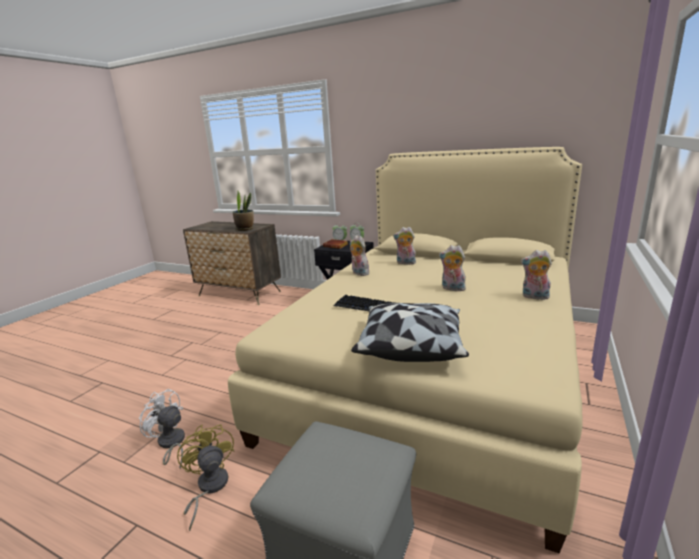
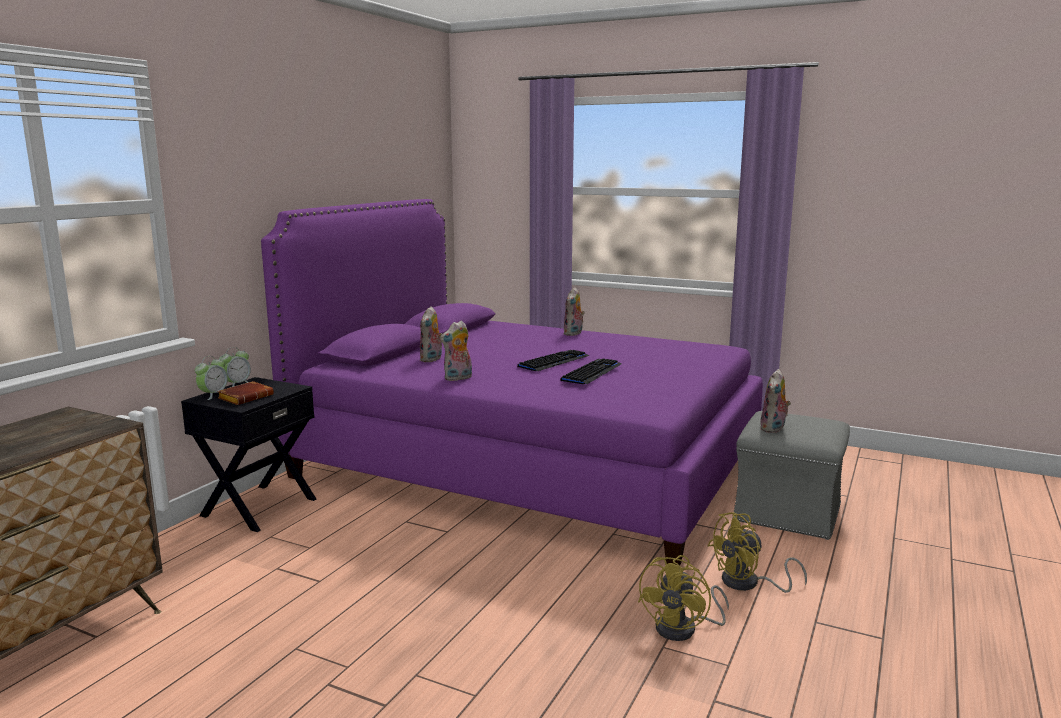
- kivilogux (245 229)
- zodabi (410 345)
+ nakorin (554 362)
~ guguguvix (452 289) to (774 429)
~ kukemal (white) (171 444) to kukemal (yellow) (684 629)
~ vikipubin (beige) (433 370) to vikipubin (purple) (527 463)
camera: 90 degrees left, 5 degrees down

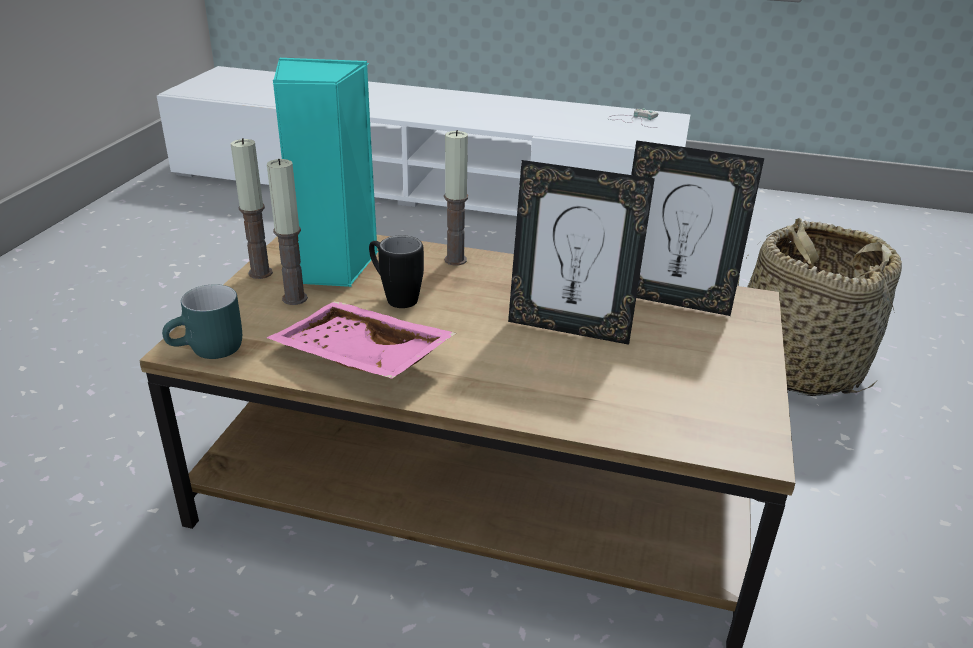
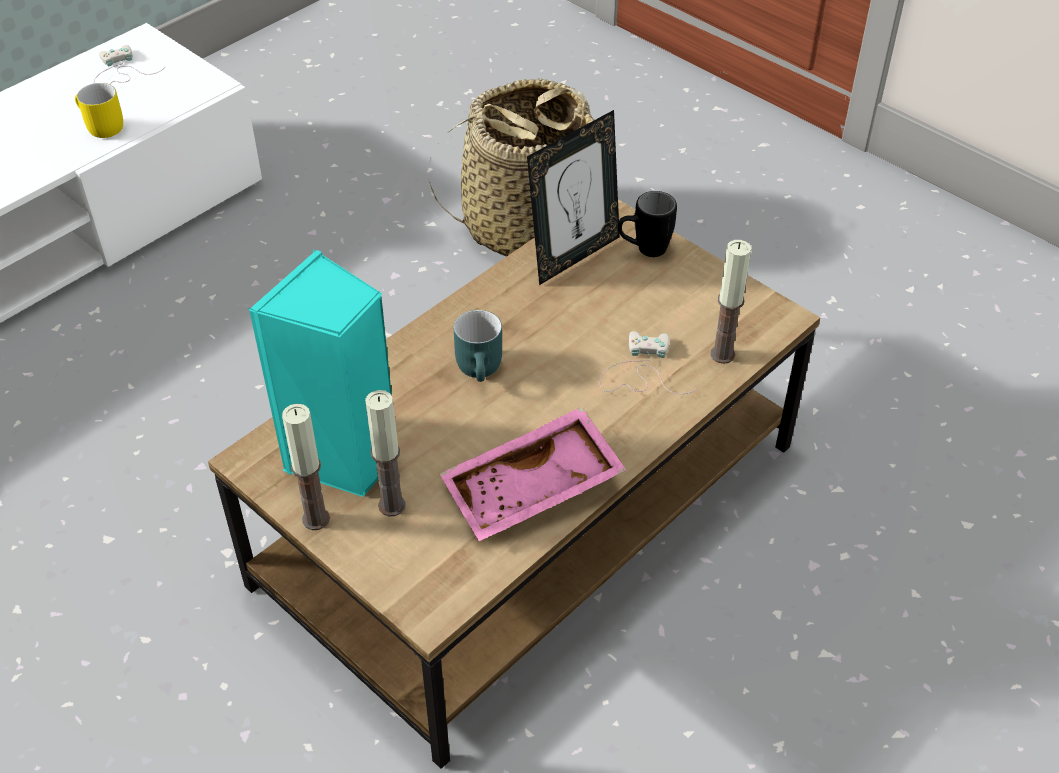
- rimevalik (569 327)
+ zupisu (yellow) (99 128)
+ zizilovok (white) (640 371)
~ zupisu (turquoise) (210 351) to (482 369)
~ zupisu (black) (394 297) to (643 250)
~ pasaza (455 260) to (722 354)
camera: 60 degrees left, 15 degrees up

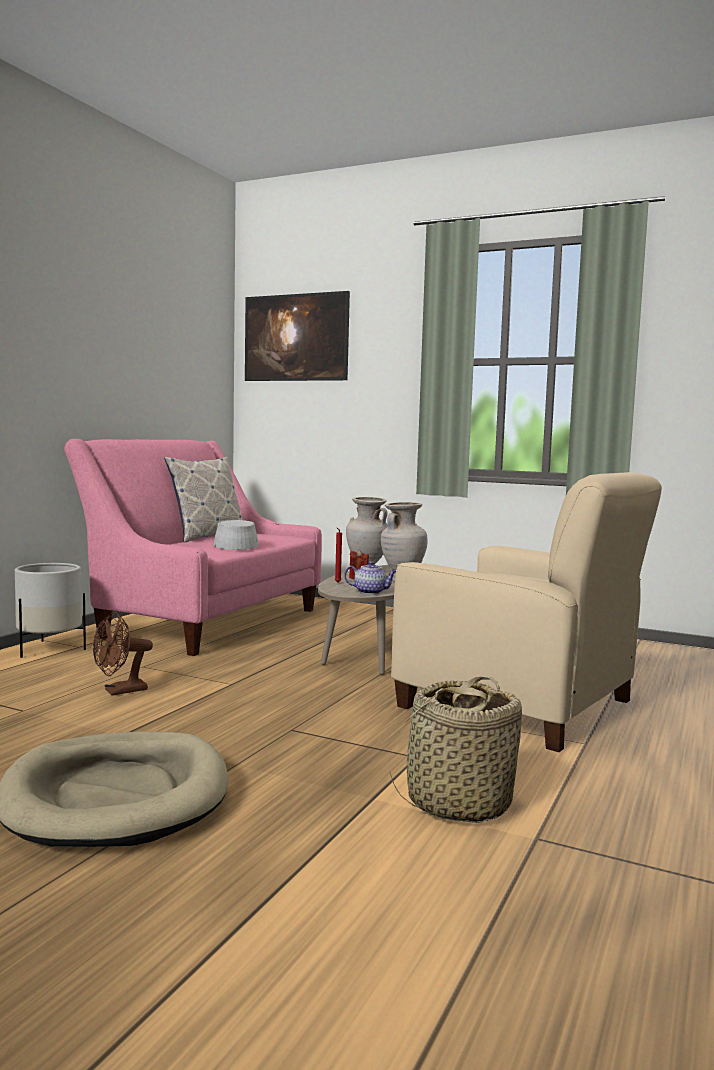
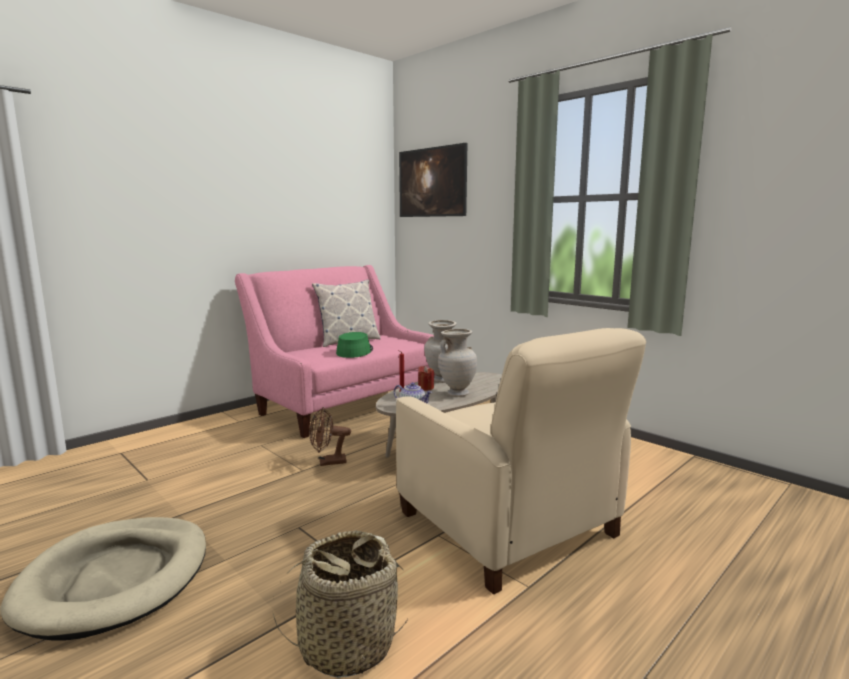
- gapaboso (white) (49 649)
~ kukemal (brown) (119 691) to (328 462)
~ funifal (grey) (235 545) to funifal (green) (354 351)
camera: 20 degrees right, 5 degrees up

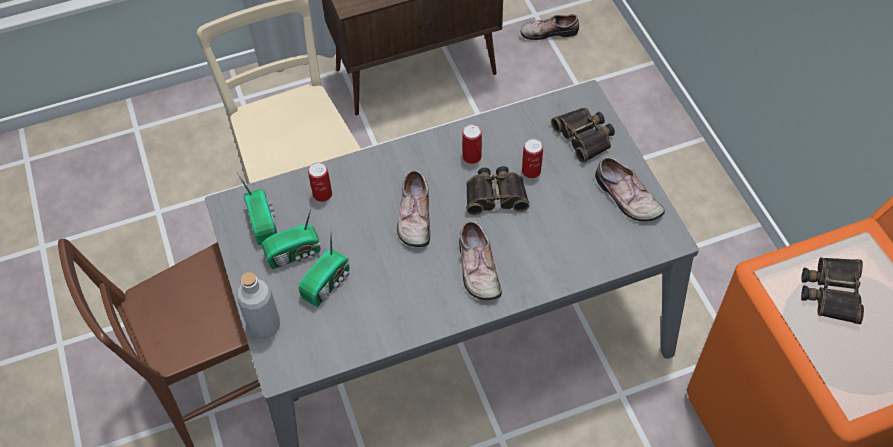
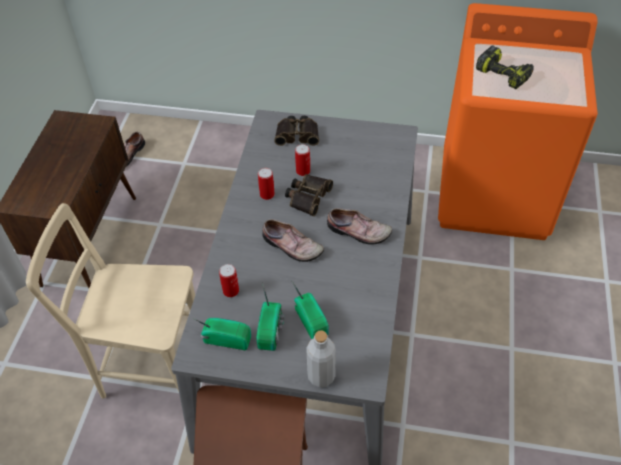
- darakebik (626 198)
~ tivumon (830 291) to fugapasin (504 74)
camera: 60 degrees left, 5 degrees down

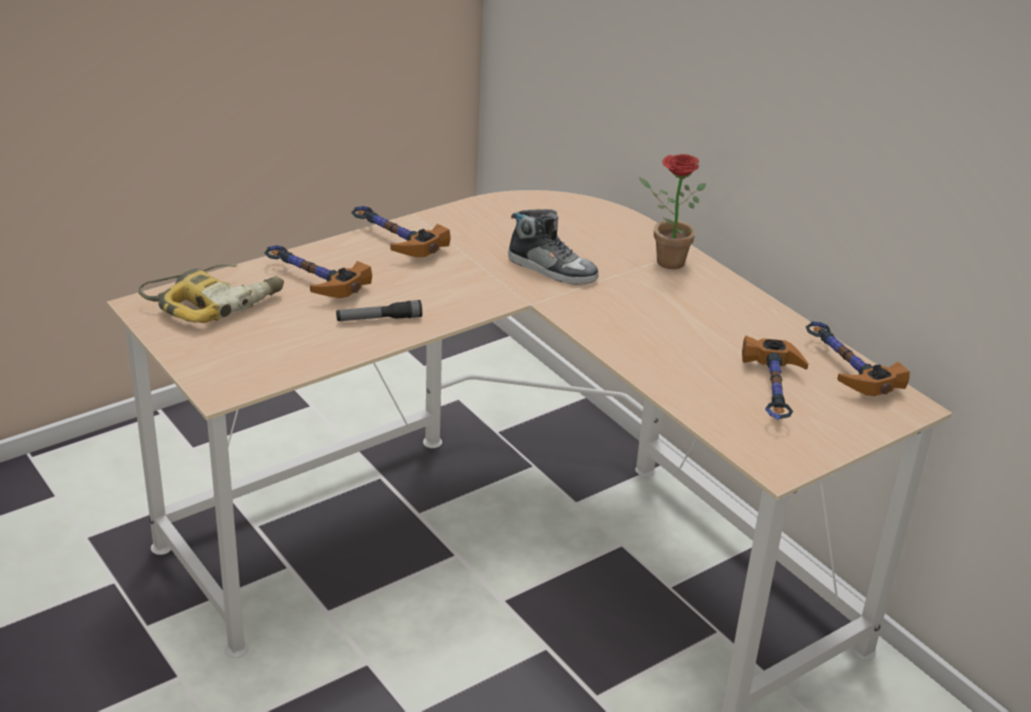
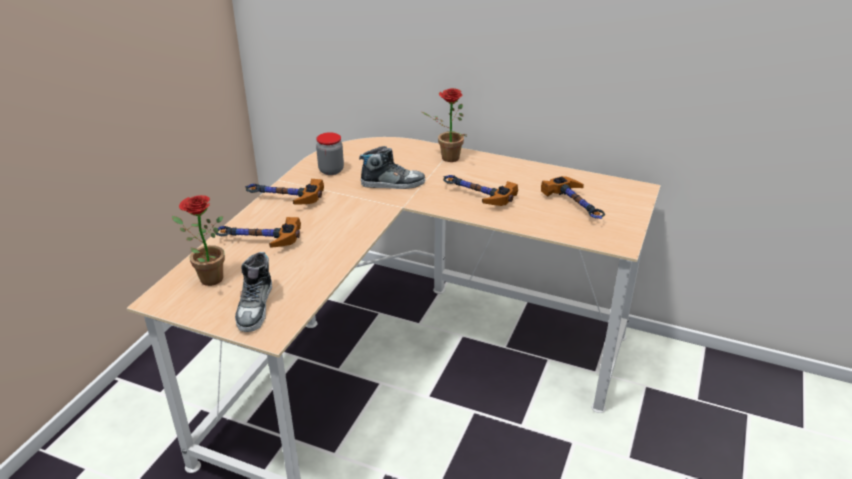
- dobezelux (379 319)
+ darakebik (256 307)
+ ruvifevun (331 170)
~ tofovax (842 368) to (475 196)
~ fugapasin (215 301) to kivilogux (206 278)
camera: 30 degrees left, 0 degrees up

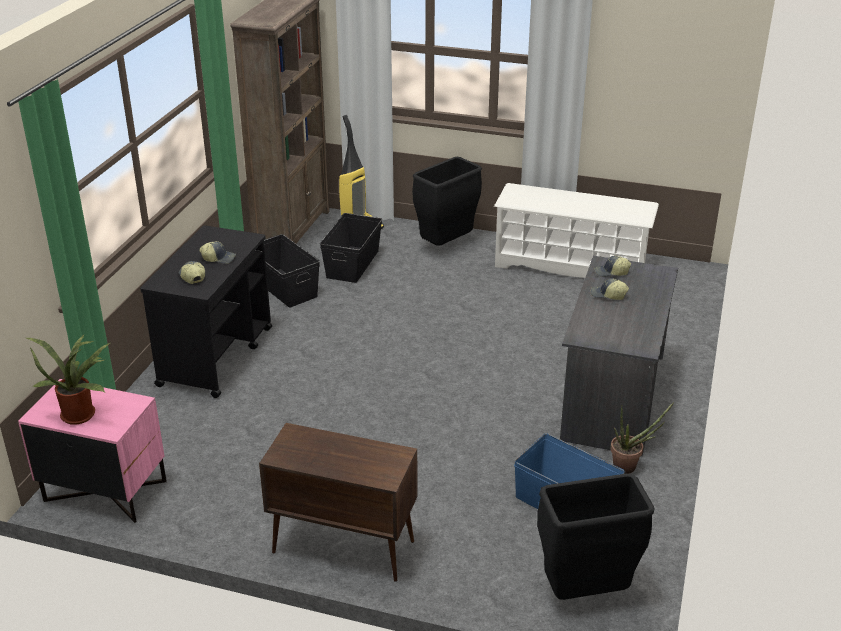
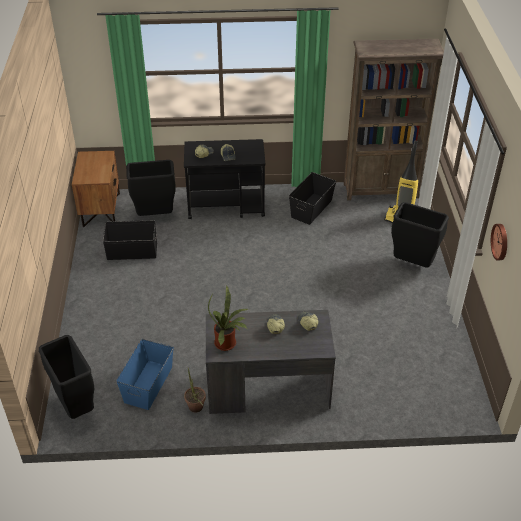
- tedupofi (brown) (342 547)
- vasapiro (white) (571 265)
+ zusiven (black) (155 215)
+ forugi (501 241)
~ kivilogux (81 413) to (227 344)
~ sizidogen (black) (353 263) to (132 251)
~ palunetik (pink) (104 492) to palunetik (brown) (101 209)
camera: 70 degrees right, 10 degrees up

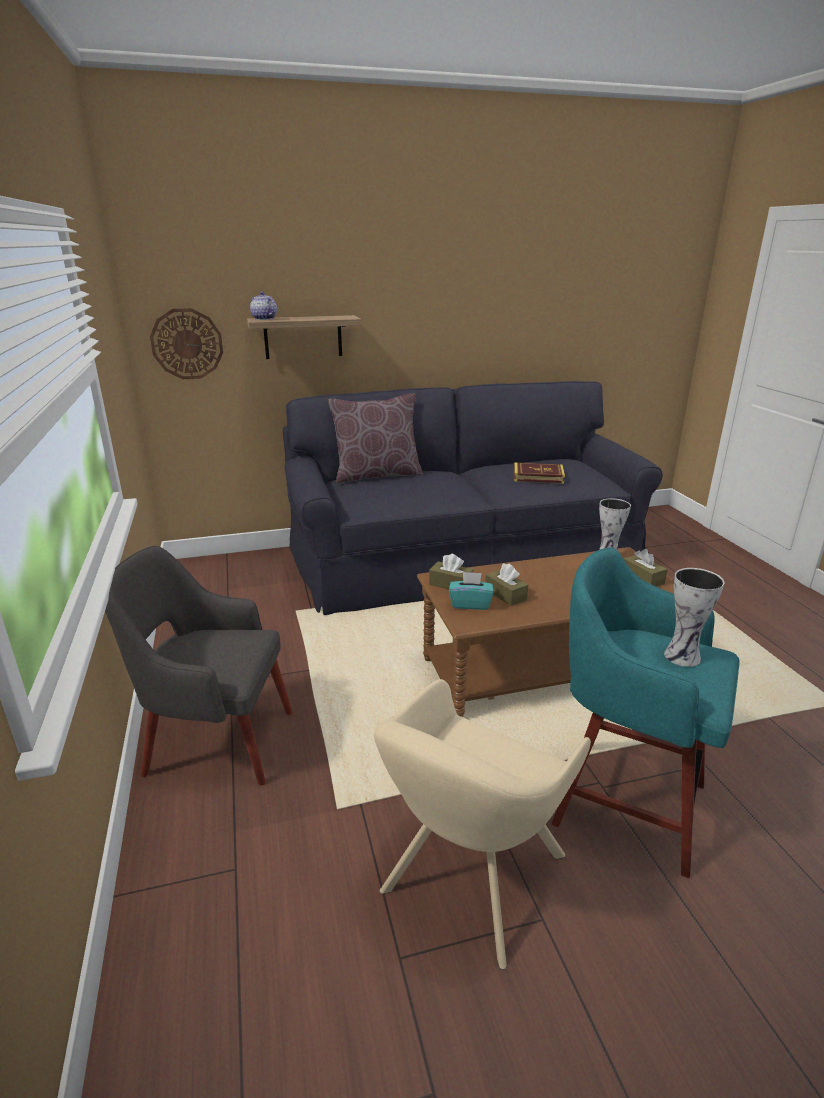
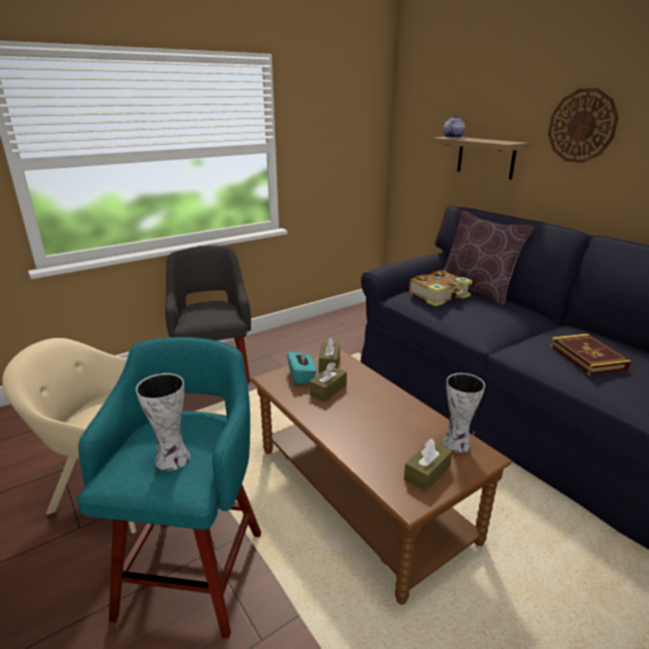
+ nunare (440 296)
~ forugi (187 344) to (582 126)
camera: 70 degrees right, 0 degrees up

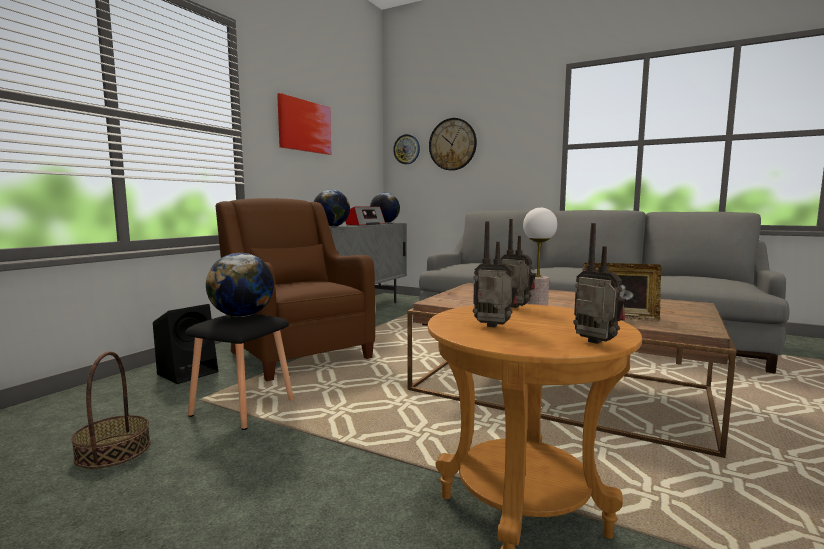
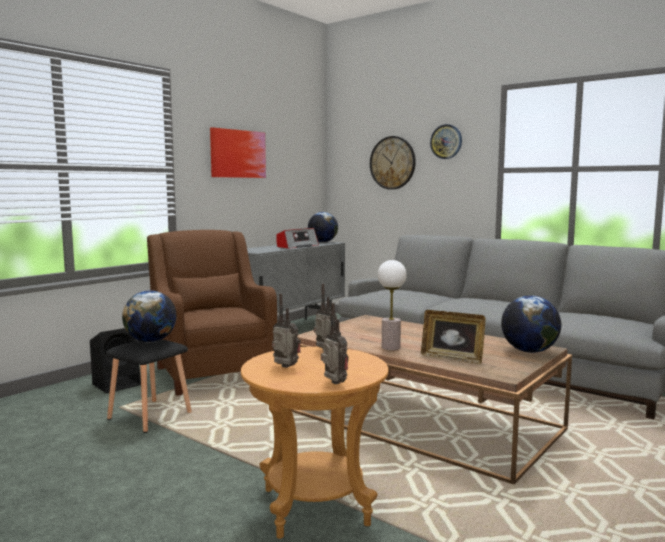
- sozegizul (113 450)
~ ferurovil (331 226) to (529 351)
~ forugi (407 149) to (446 141)
camera: 10 degrees right, 0 degrees up

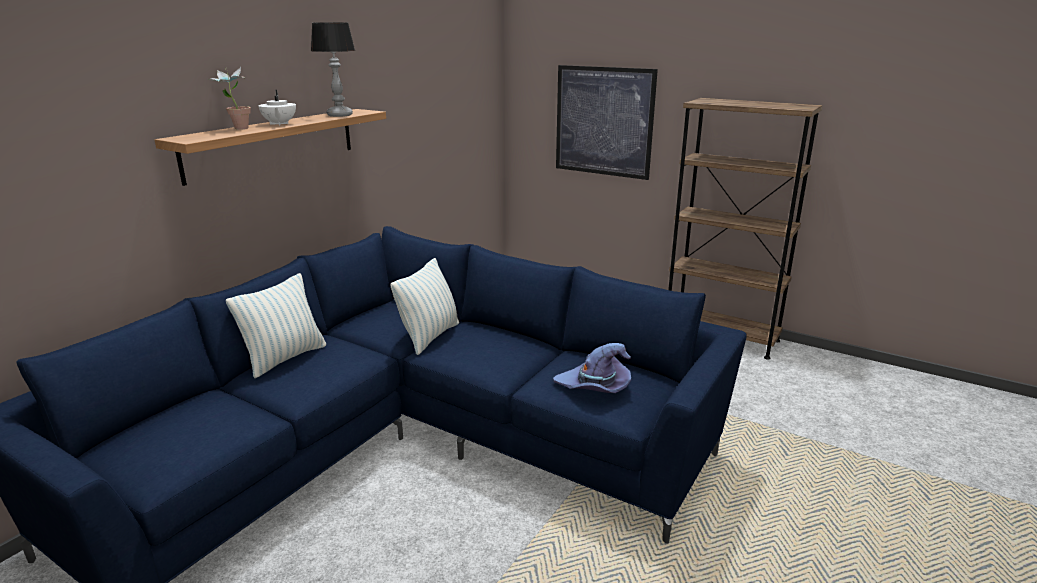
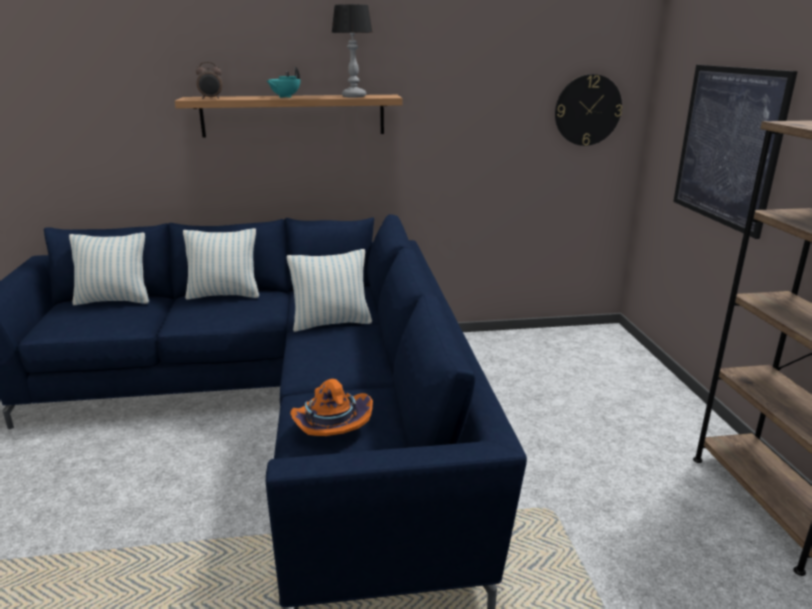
- kivilogux (237 129)
+ zodabi (114 300)
+ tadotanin (211 98)
+ forugi (587 110)
~ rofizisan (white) (279 124) to rofizisan (turquoise) (284 97)
~ funifal (purple) (594 387) to funifal (orange) (330 424)
camera: 50 degrees right, 0 degrees up

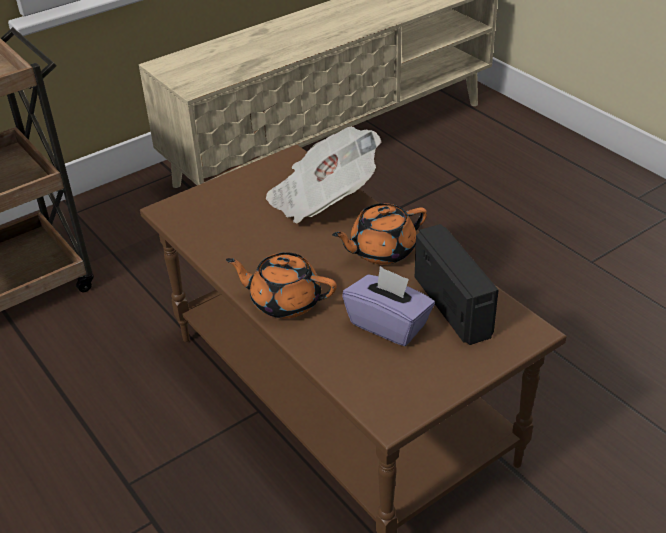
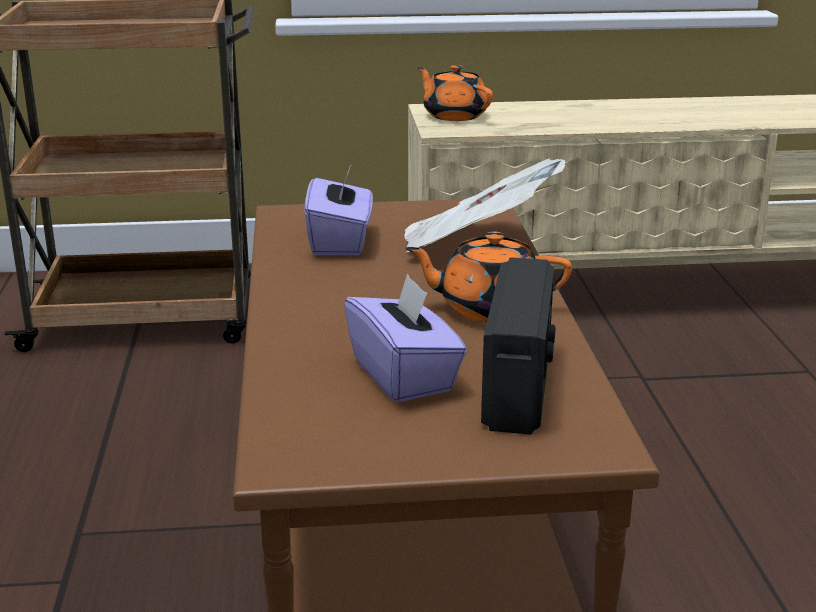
+ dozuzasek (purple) (340 242)
~ rofizisan (orange) (284 301) to (454 115)
camera: 30 degrees right, 15 degrees down

